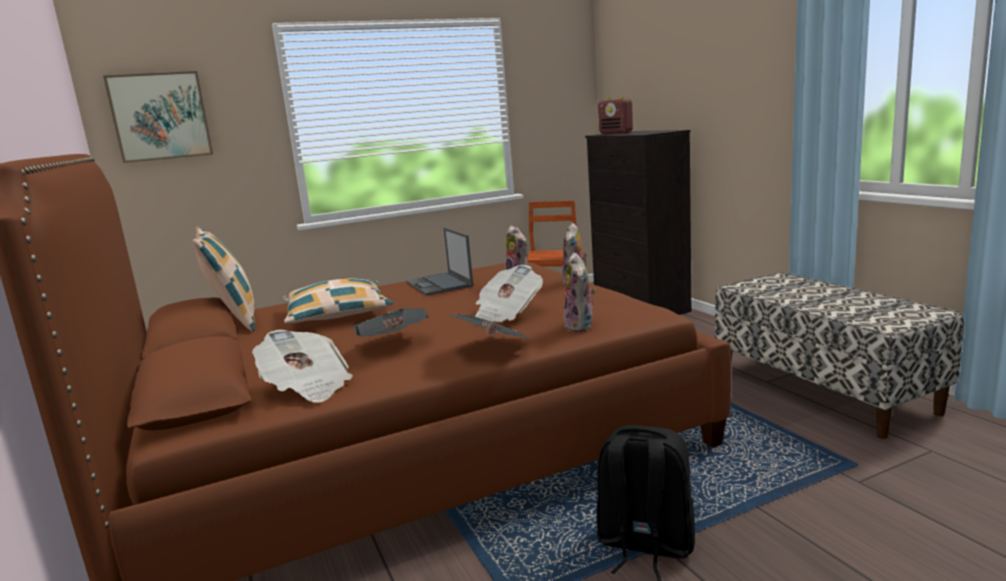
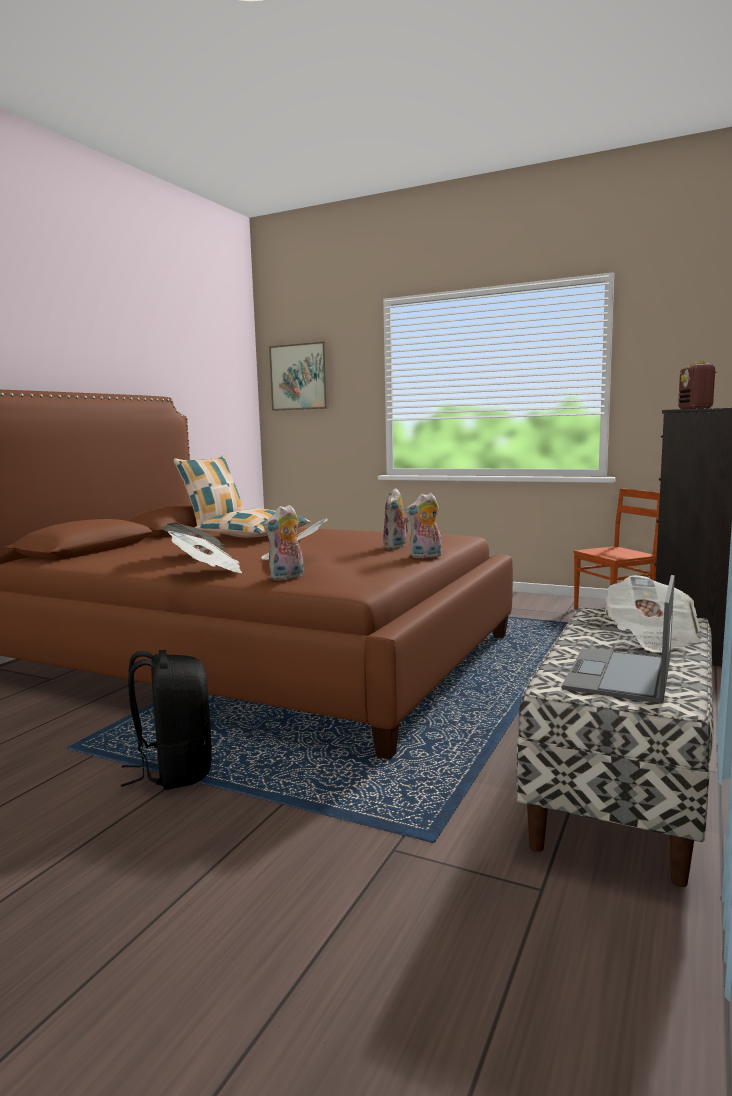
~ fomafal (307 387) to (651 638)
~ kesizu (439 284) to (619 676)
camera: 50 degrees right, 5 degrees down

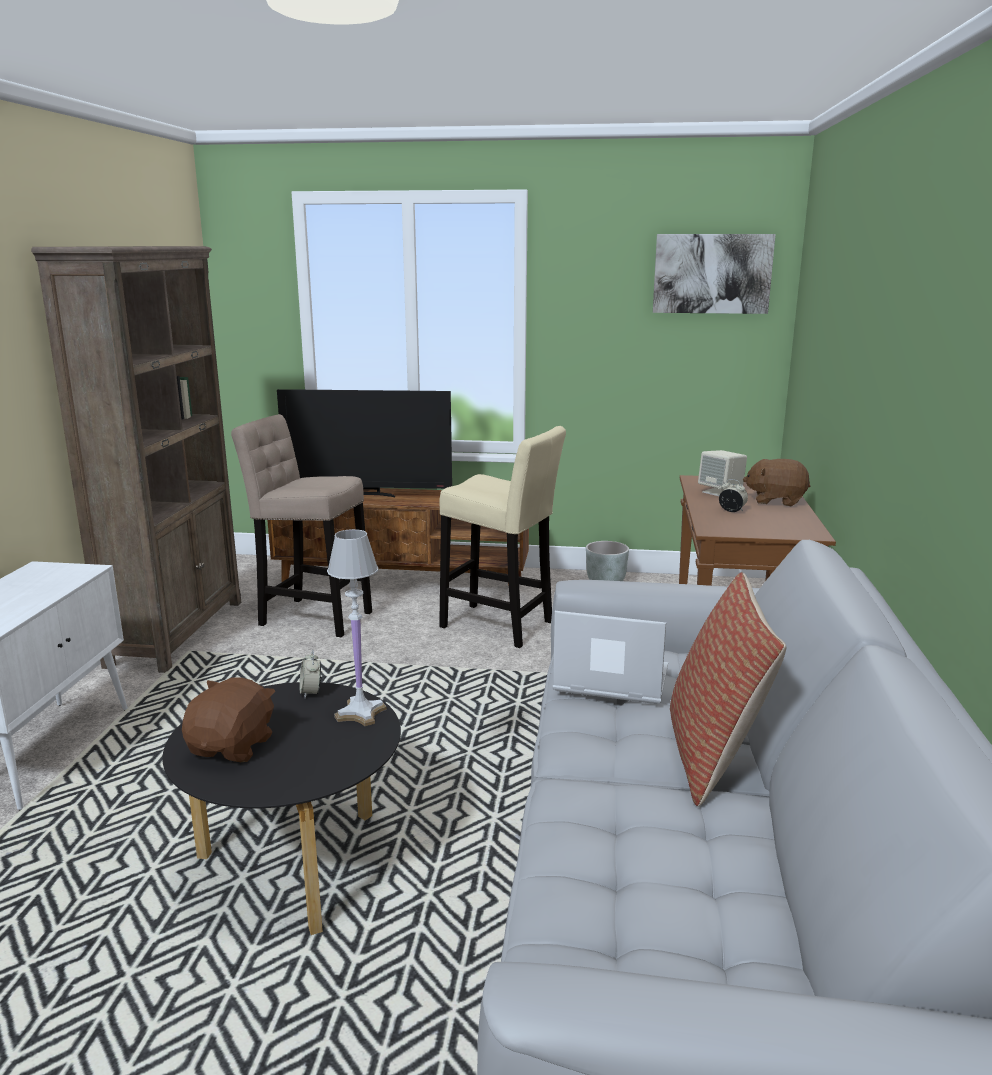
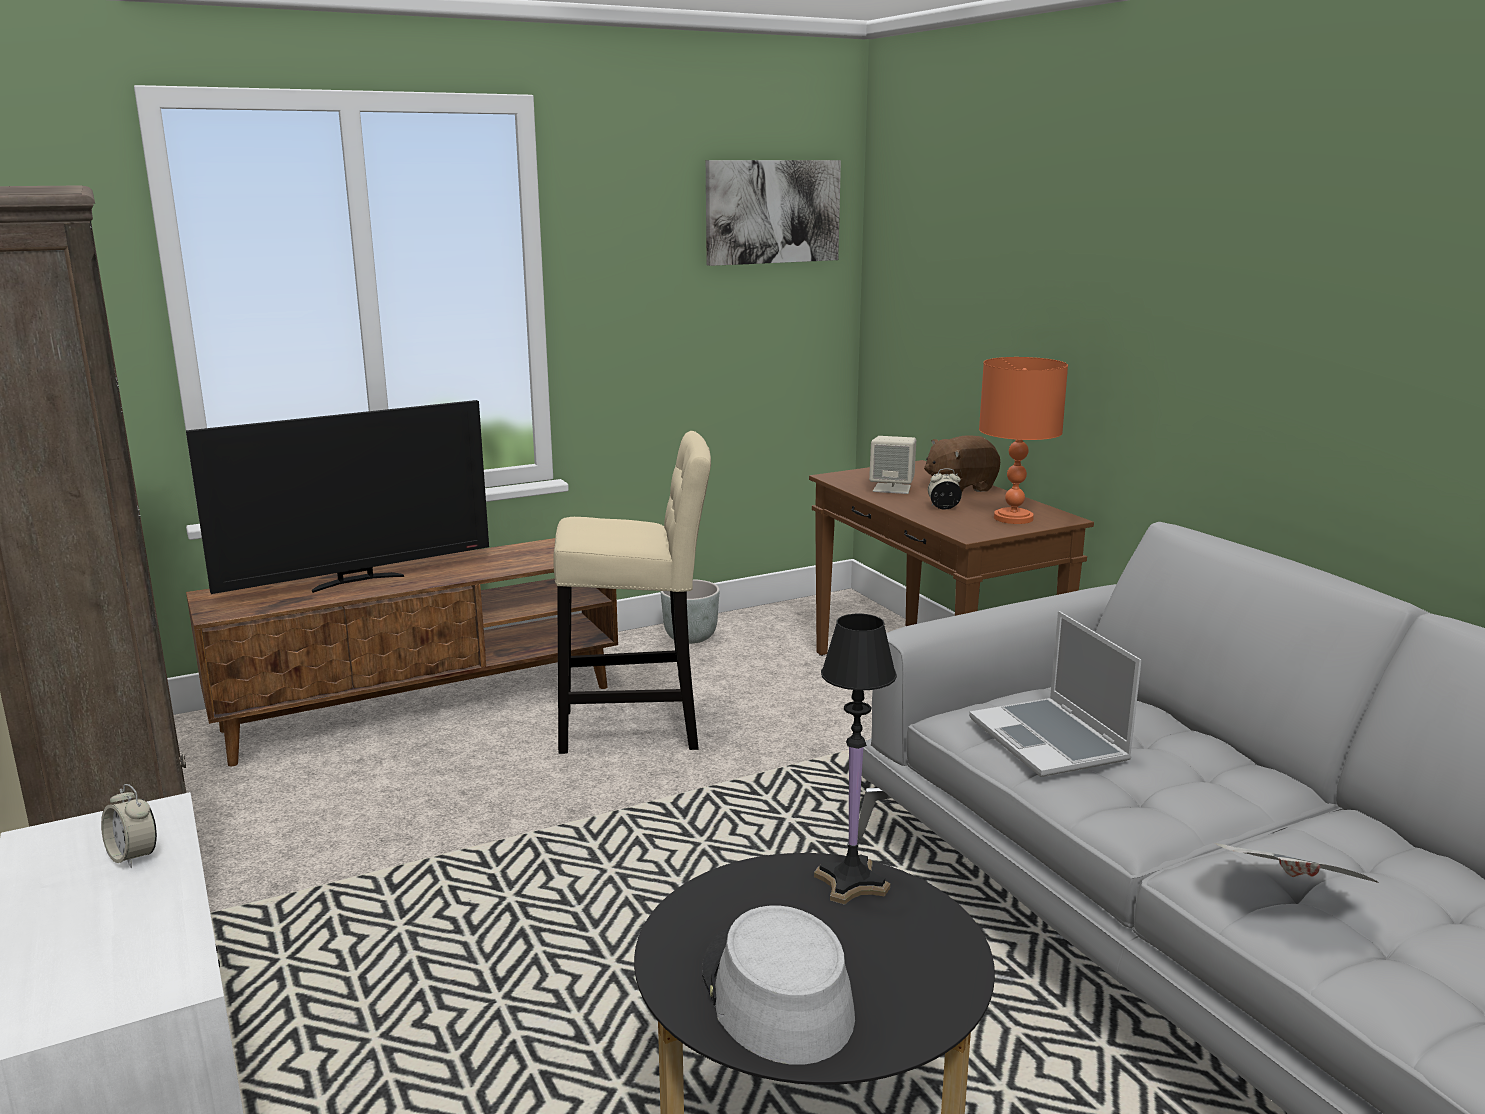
- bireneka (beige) (311 617)
- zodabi (713 755)
+ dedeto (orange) (1014 518)
+ fomafal (1289 897)
~ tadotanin (311 692) to (133 856)
~ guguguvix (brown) (233 746) to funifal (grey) (775 994)
~ dedeto (white) (360 713) to dedeto (black) (850 882)
~ kesizu (609 681) = (1050 741) 90 degrees counterclockwise
camera: 35 degrees left, 0 degrees up

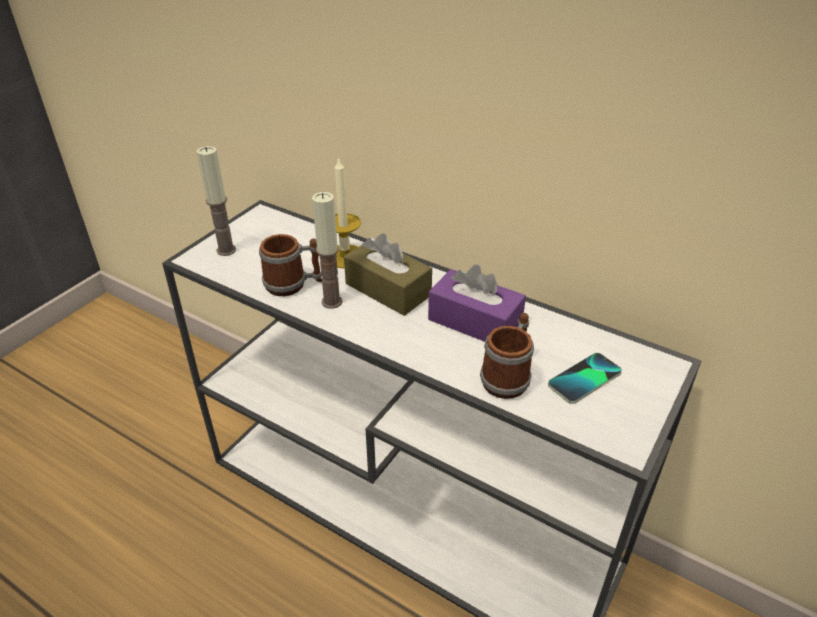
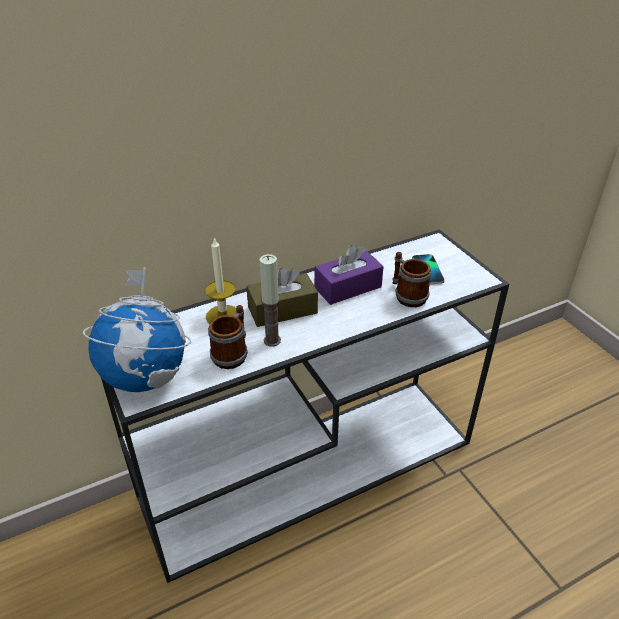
~ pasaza (226 250) to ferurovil (146 377)
camera: 60 degrees left, 0 degrees up

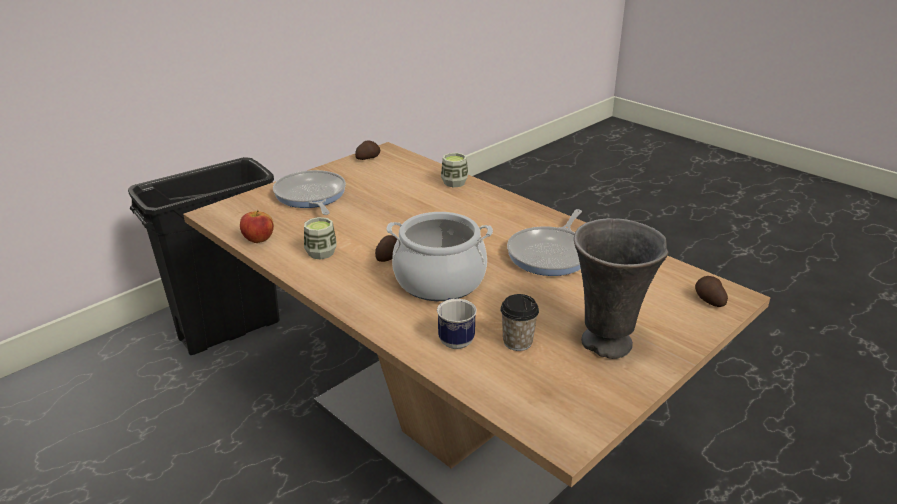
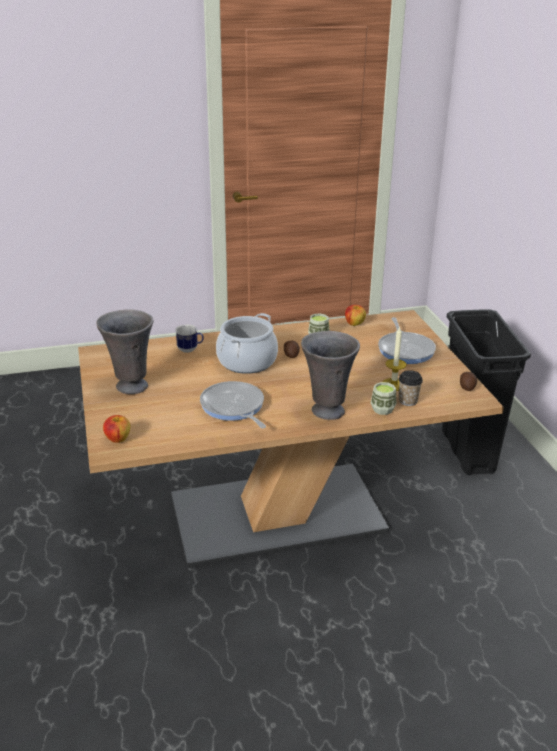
+ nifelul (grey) (326 411)
+ pasaza (394 384)
~ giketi (517 342) to (408 401)
~ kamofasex (708 300) to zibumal (118 439)
~ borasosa (310 196) = (405 350) 75 degrees clockwise
camera: 120 degrees right, 0 degrees up

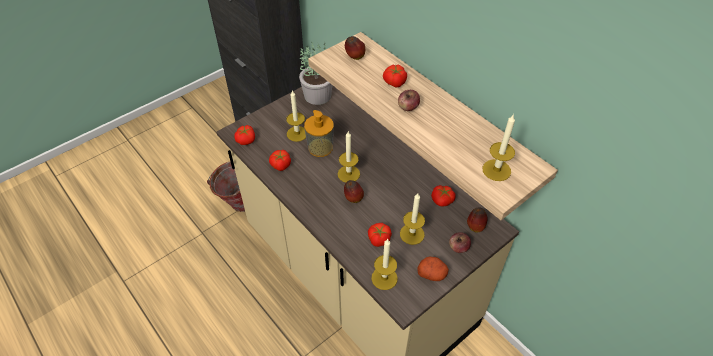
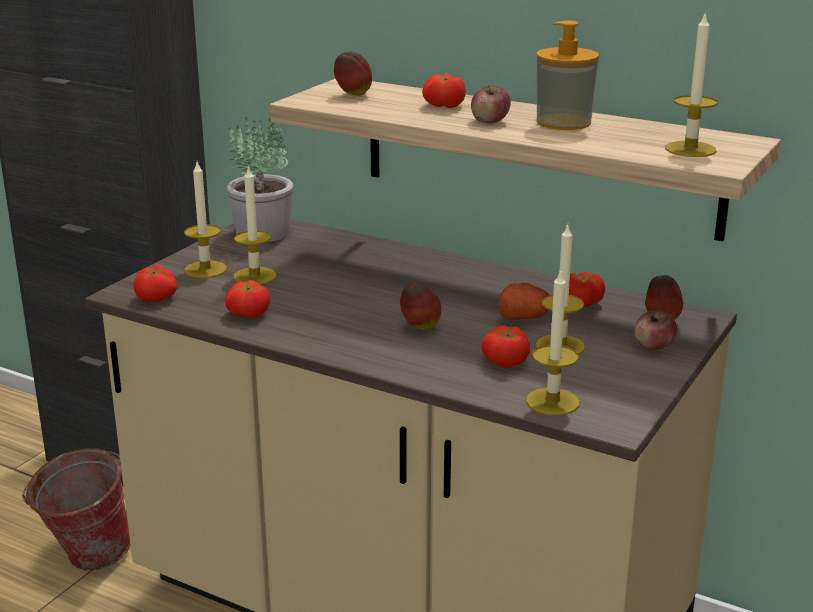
~ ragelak (320 147) to (563 122)
~ pasaza (348 174) to (205 269)
~ kamofasex (432 273) to (524 317)
camera: 20 degrees left, 25 degrees down

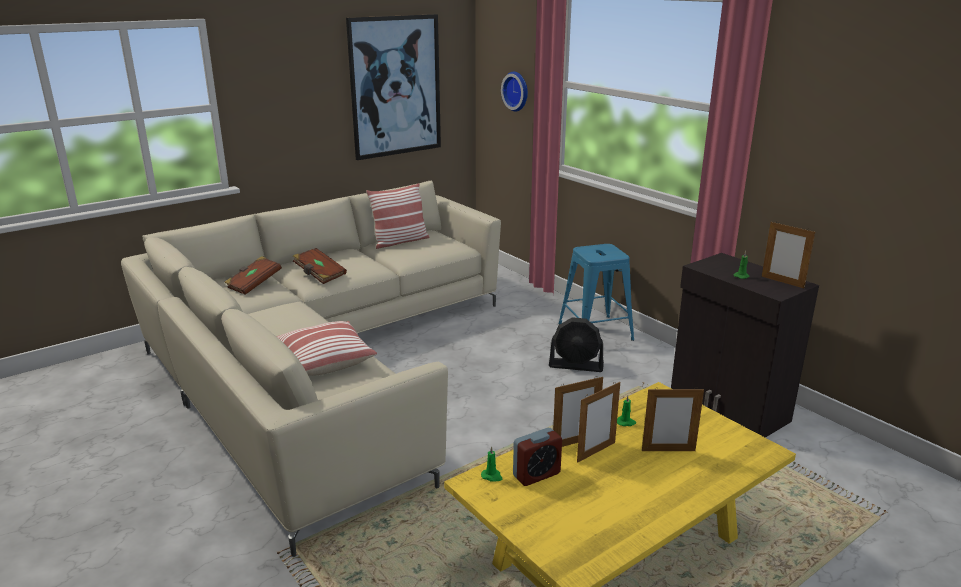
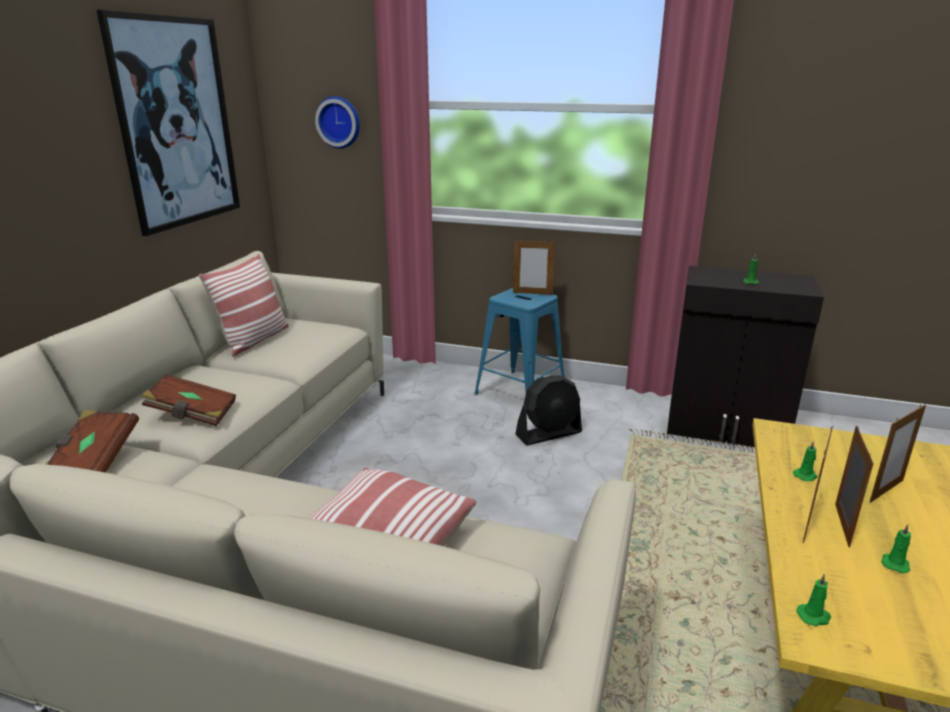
- tadotanin (536 474)
+ pasaza (green) (895 563)
~ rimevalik (782 282) to (532 293)
camera: 35 degrees left, 0 degrees up

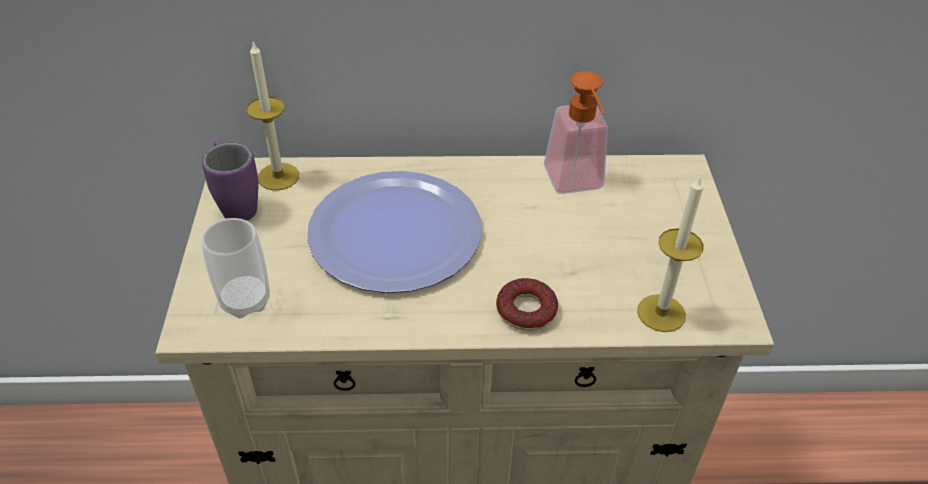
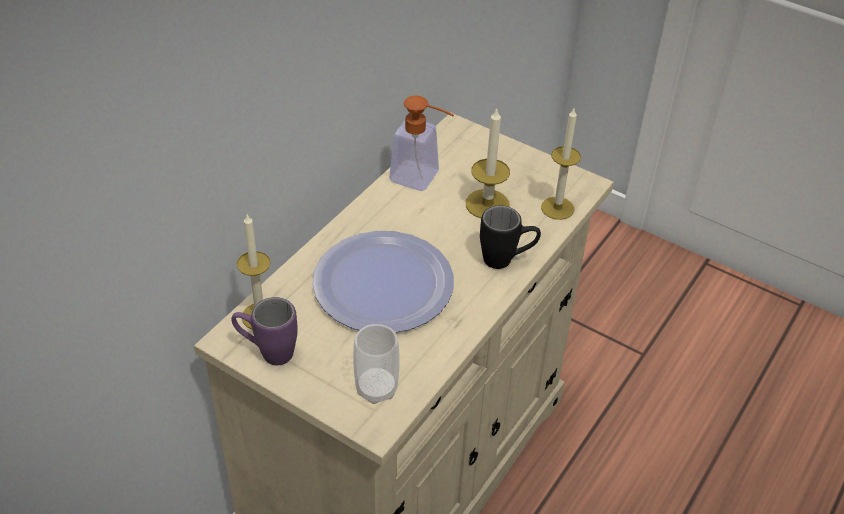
+ pasaza (487 204)
~ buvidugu (526 310) to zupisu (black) (506 260)
camera: 55 degrees left, 0 degrees up

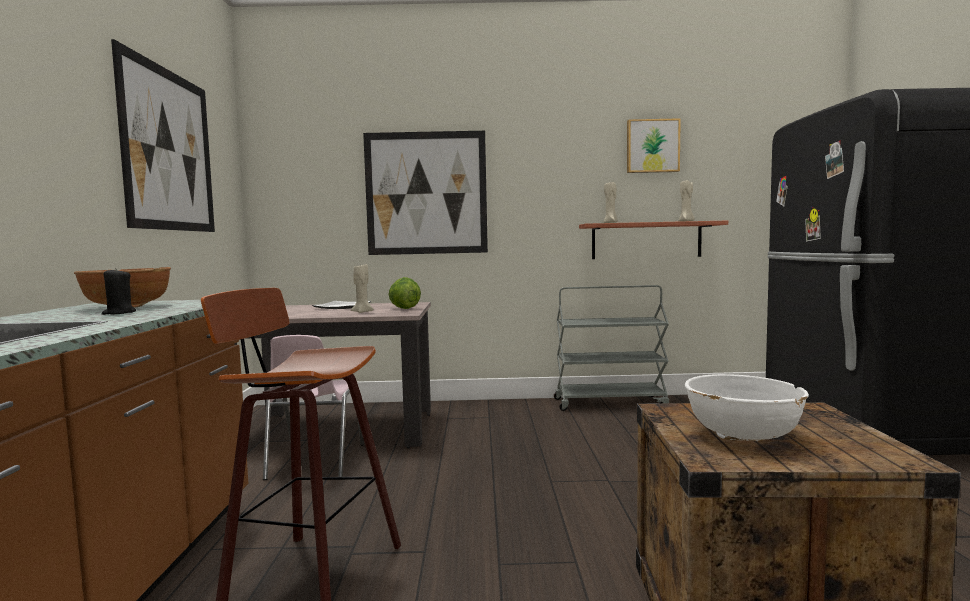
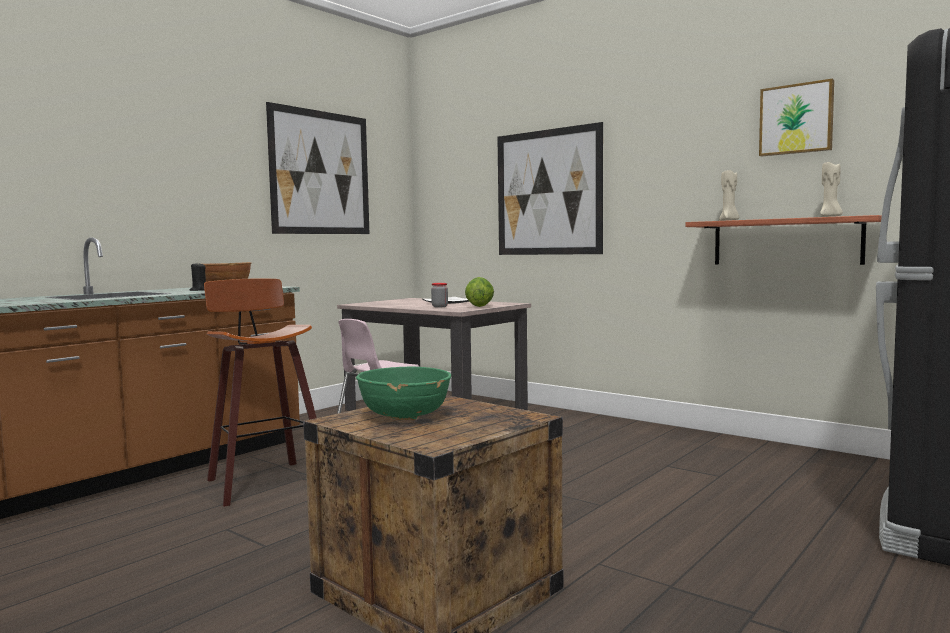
- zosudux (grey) (610 403)
~ pasaza (beige) (362 312) to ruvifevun (439 306)
~ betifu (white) (742 435) to betifu (green) (405 416)
camera: 40 degrees right, 0 degrees up

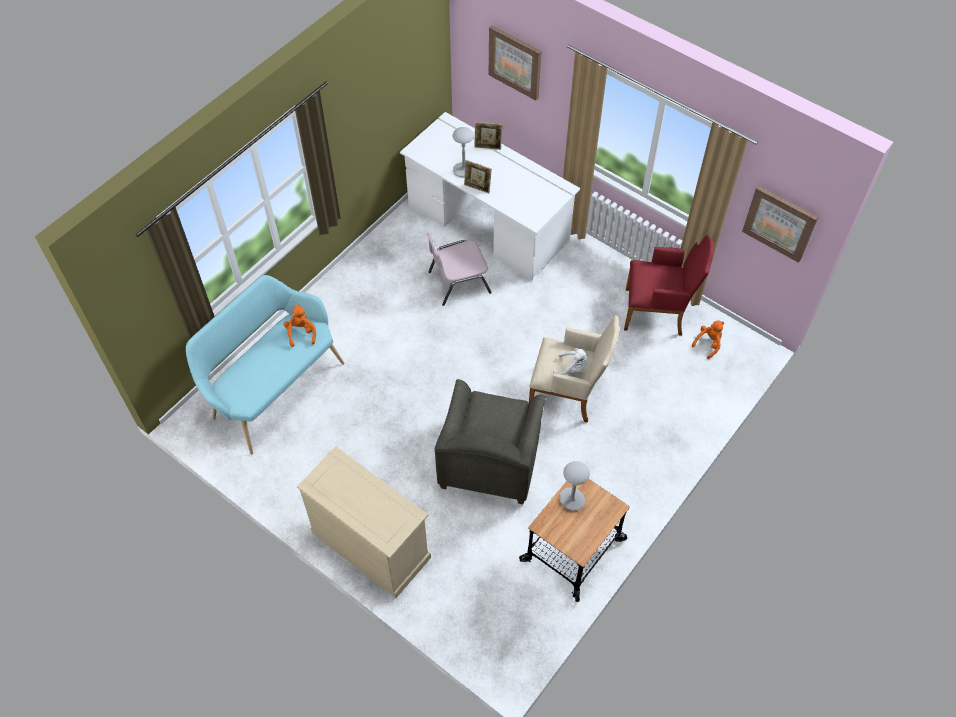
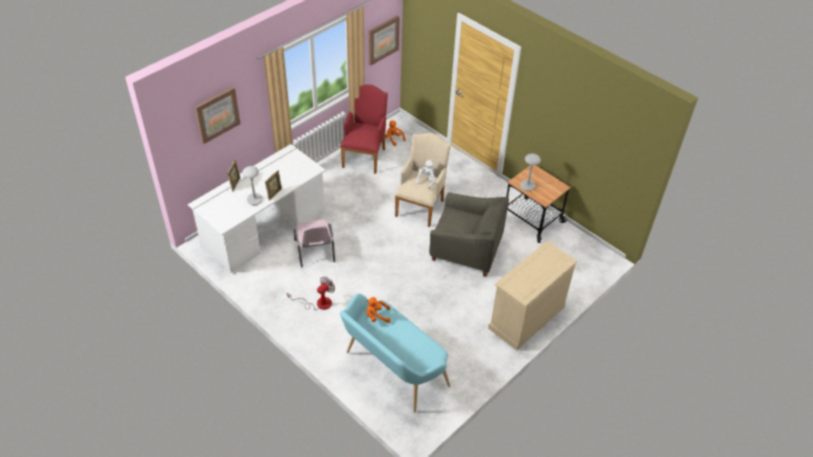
+ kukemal (318 303)
camera: 85 degrees left, 10 degrees down

